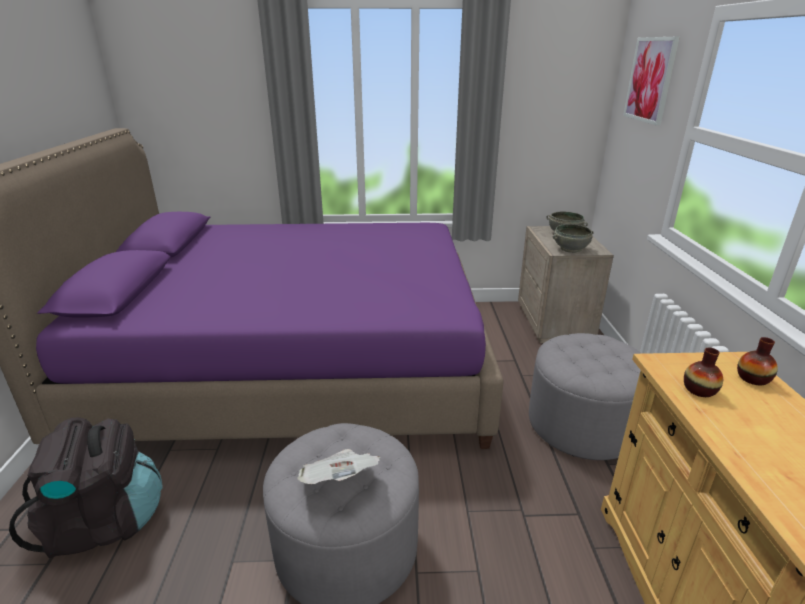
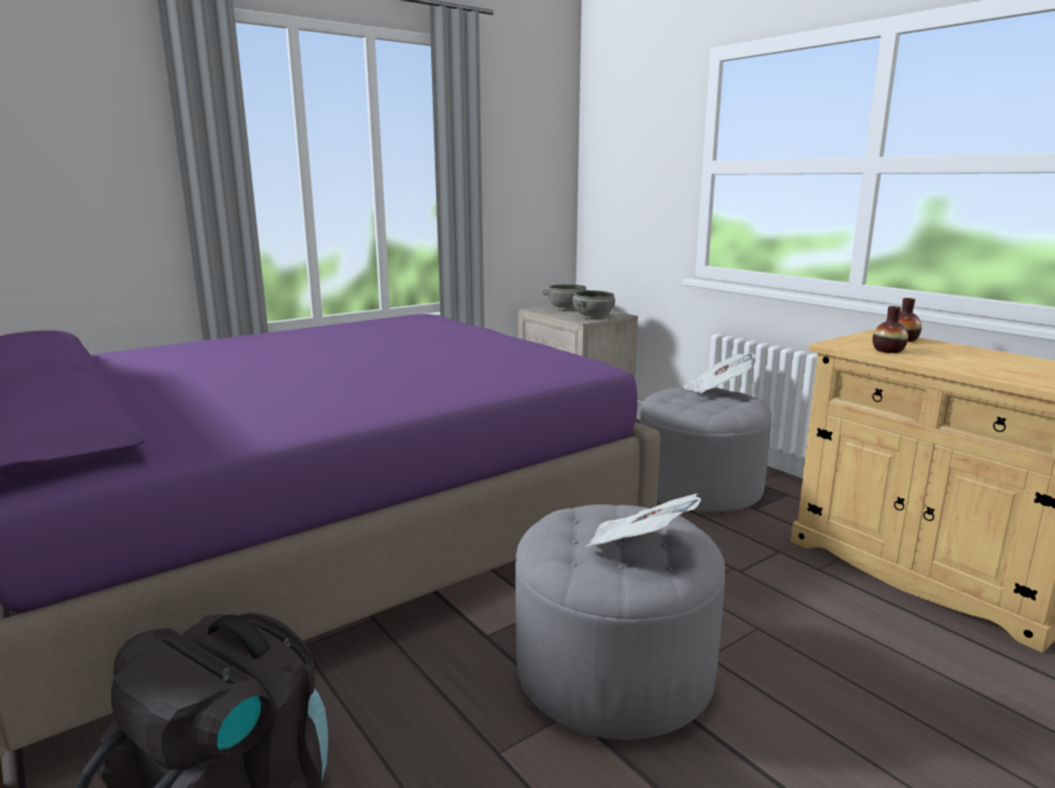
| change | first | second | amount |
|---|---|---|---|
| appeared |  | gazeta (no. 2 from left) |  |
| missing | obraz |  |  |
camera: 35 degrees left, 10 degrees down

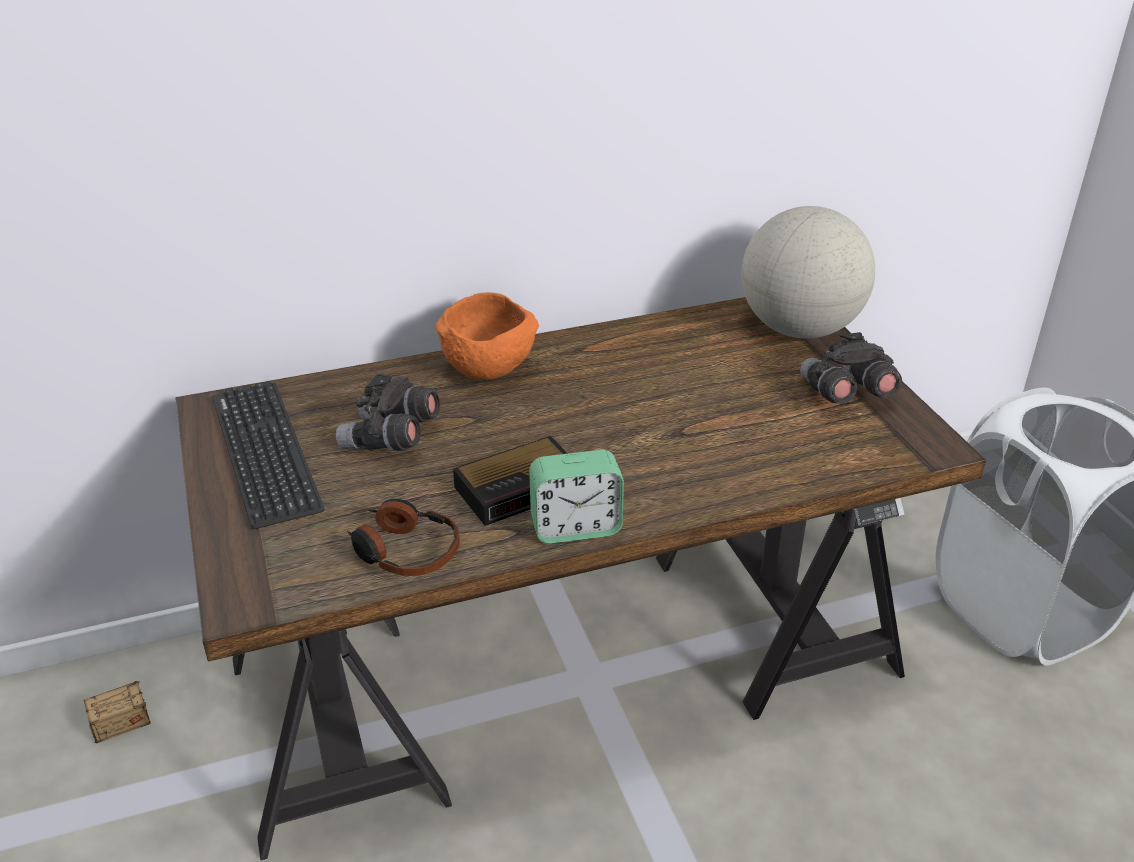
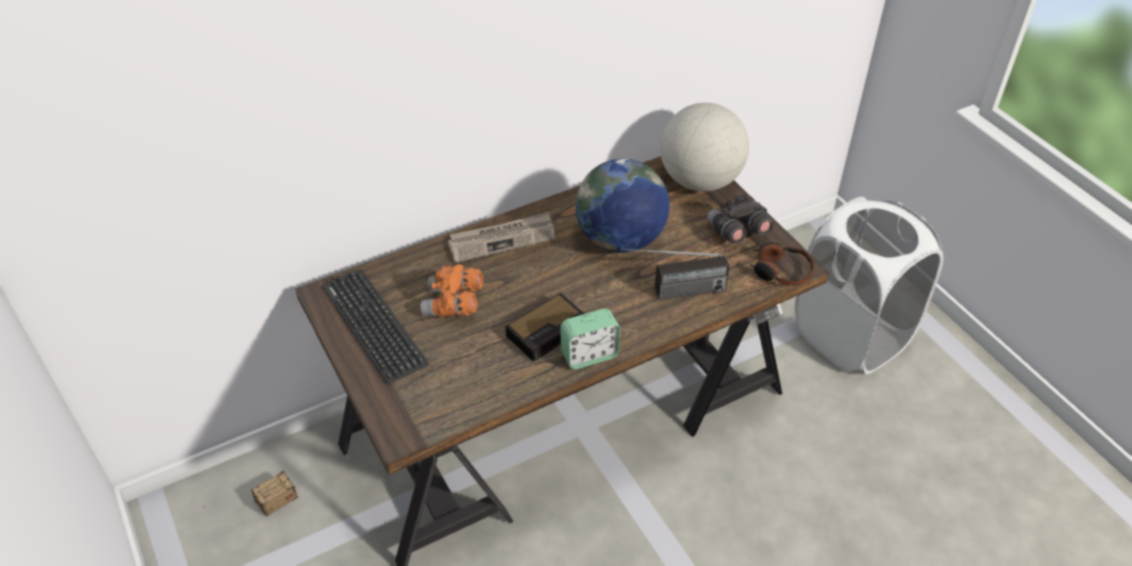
| change | first | second | amount |
|---|---|---|---|
| colour | lornetka [szary] (no. 1 from left) | lornetka [pomarańczowy] |  |
| exchanged | miska [pomarańczowy] | gazeta |  |
| appeared |  | globus (no. 1 from left) |  |
| appeared |  | radio |  |
| relocated | słuchawki |  |  |
camera: 10 degrees left, 10 degrees up

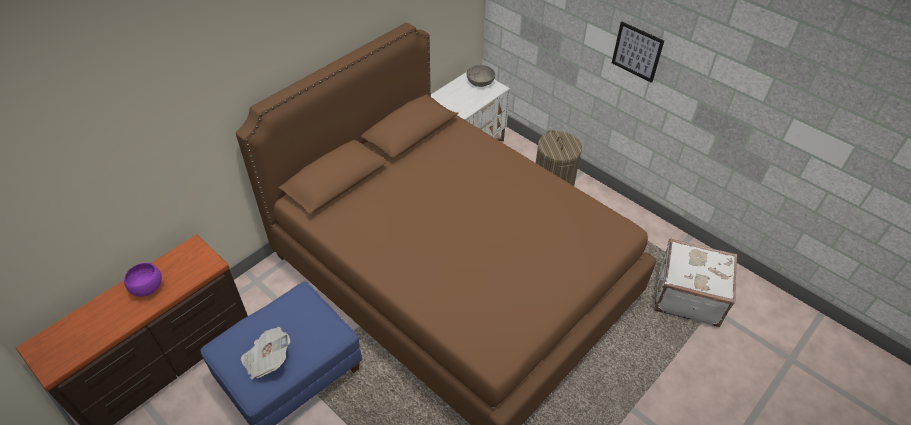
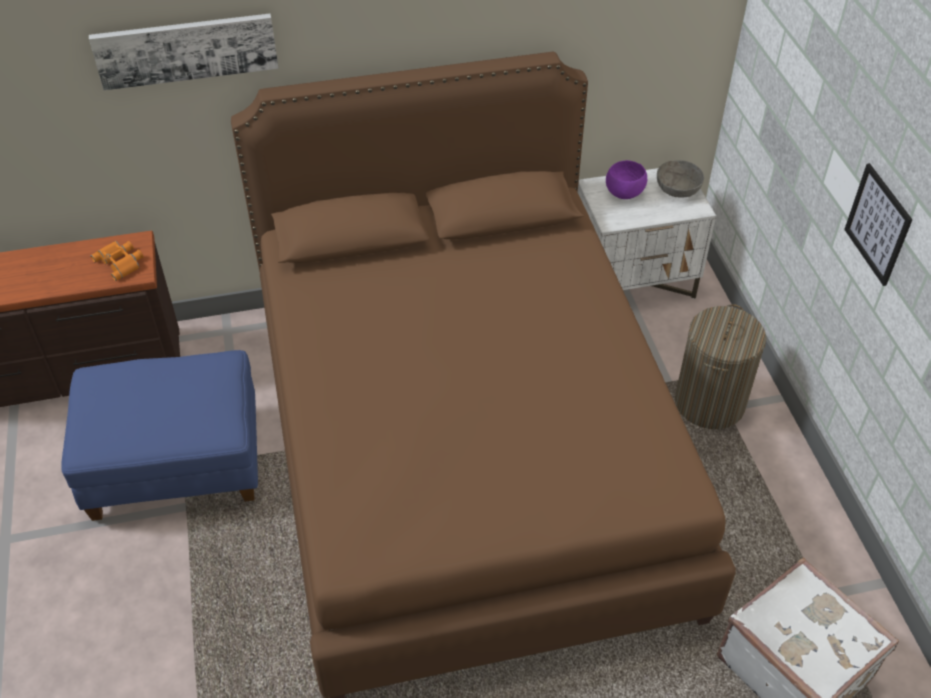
| change | first | second | amount |
|---|---|---|---|
| appeared |  | obraz (no. 1 from left) |  |
| appeared |  | lornetka [pomarańczowy] |  |
| relocated | miska [fioletowy] |  |  |
| missing | gazeta |  |  |
camera: 35 degrees right, 0 degrees up

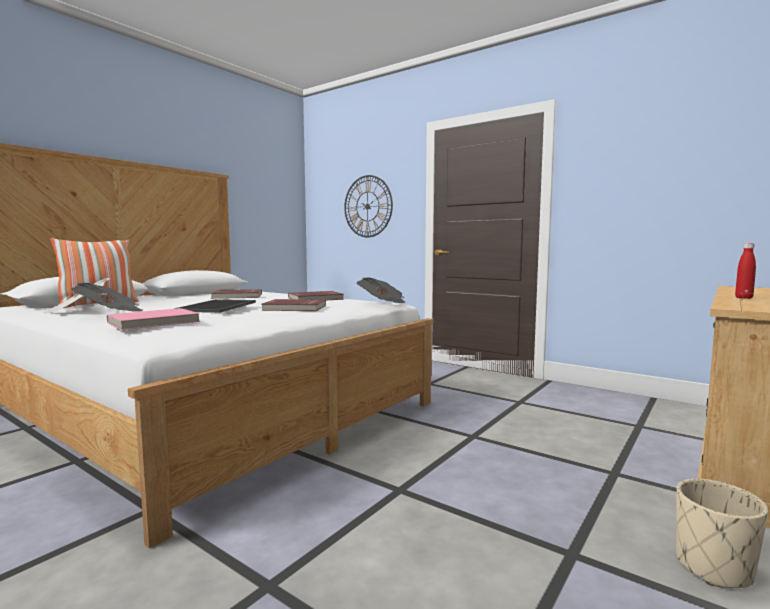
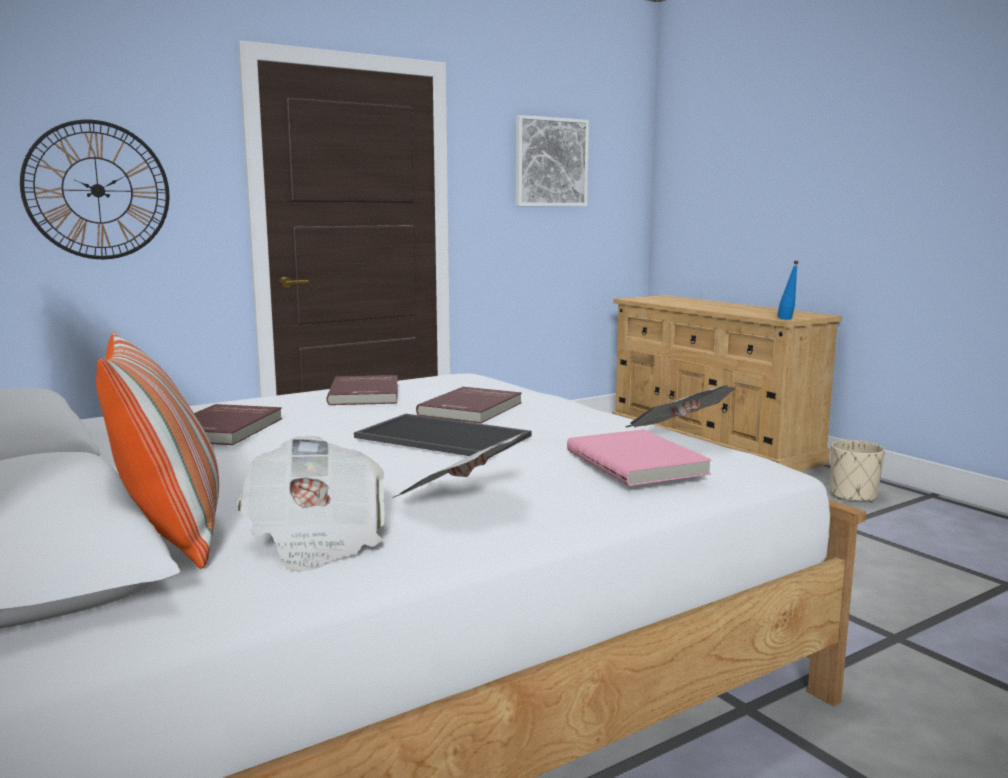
| change | first | second | amount |
|---|---|---|---|
| appeared |  | obraz |  |
| relocated | gazeta (no. 3 from left) |  |  |
| appeared |  | butelka [niebieski] |  |
| missing | butelka [czerwony] |  |  |
camera: 70 degrees left, 5 degrees up

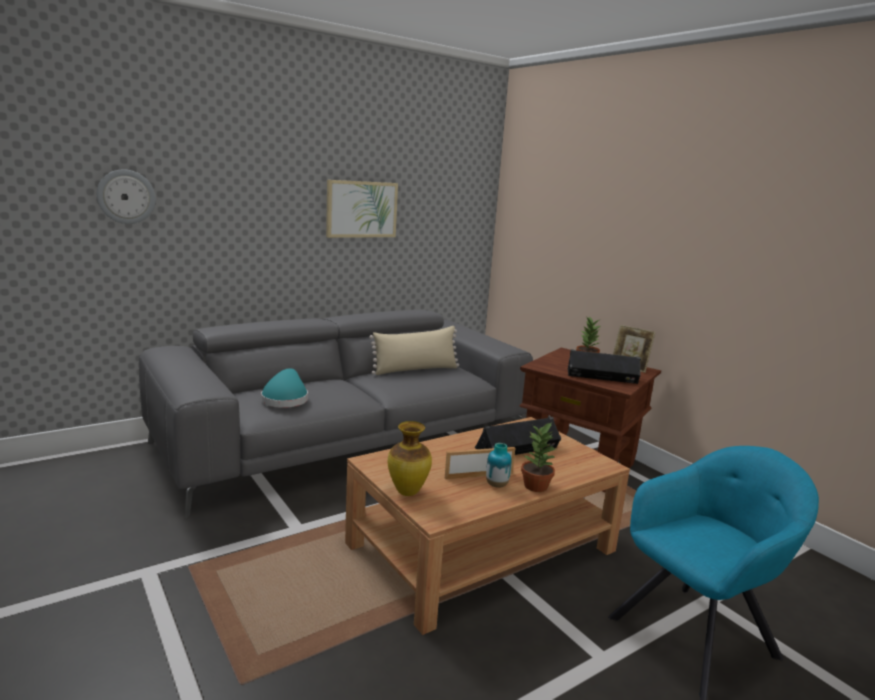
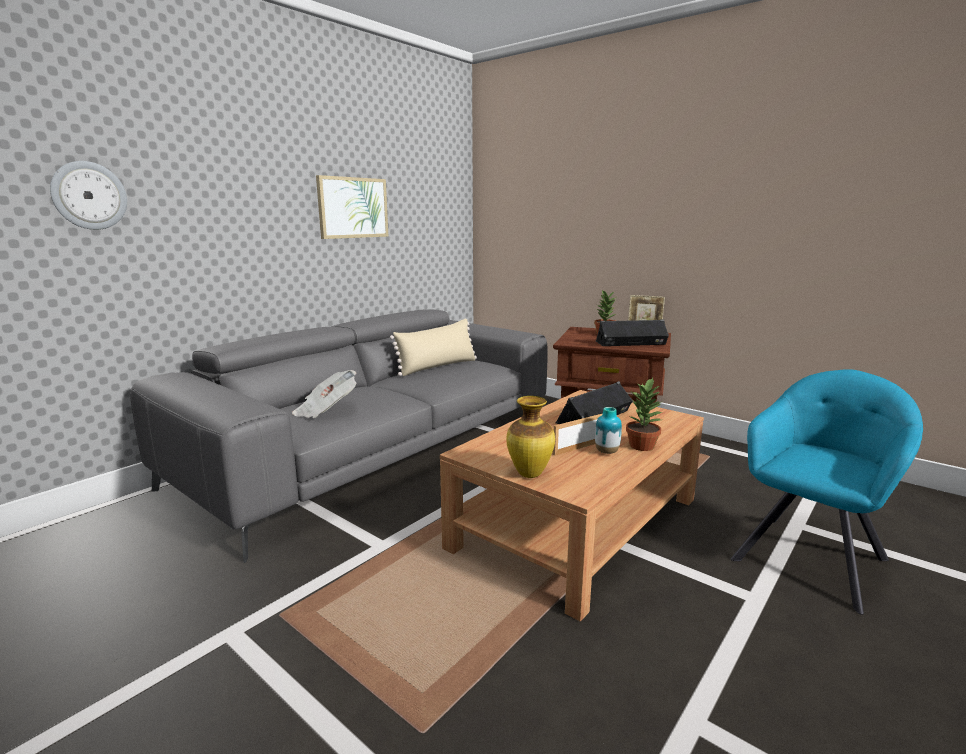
| change | first | second | amount |
|---|---|---|---|
| exchanged | kapelusz [turkusowy] | gazeta |  |
camera: 15 degrees left, 0 degrees up

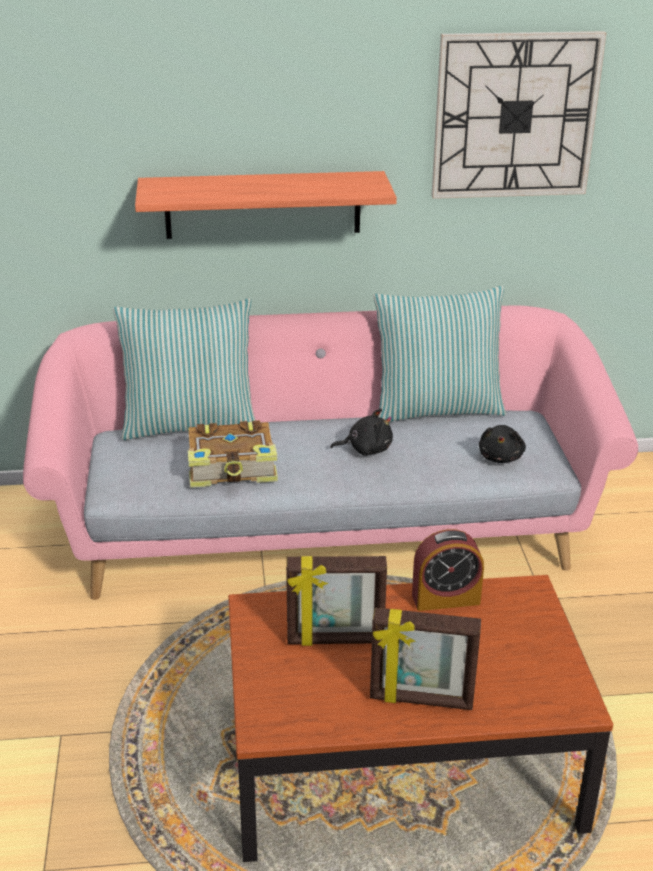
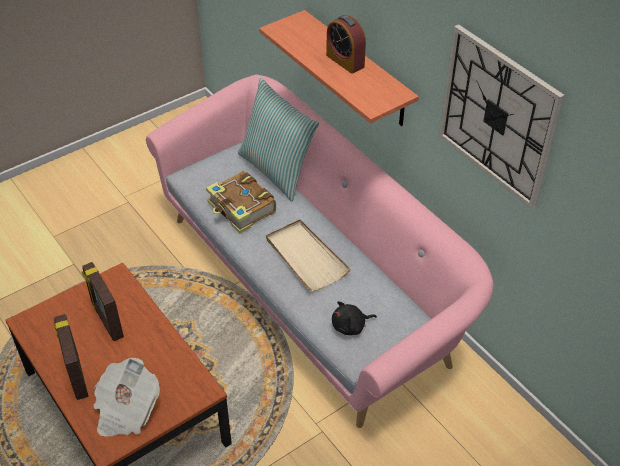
| change | first | second | amount |
|---|---|---|---|
| appeared |  | gazeta |  |
| exchanged | pluszak [czarny] (no. 1 from left) | taca [beżowy] |  |
| relocated | budzik |  |  |
| missing | poduszka (no. 2 from left) |  |  |
camera: 60 degrees right, 15 degrees up

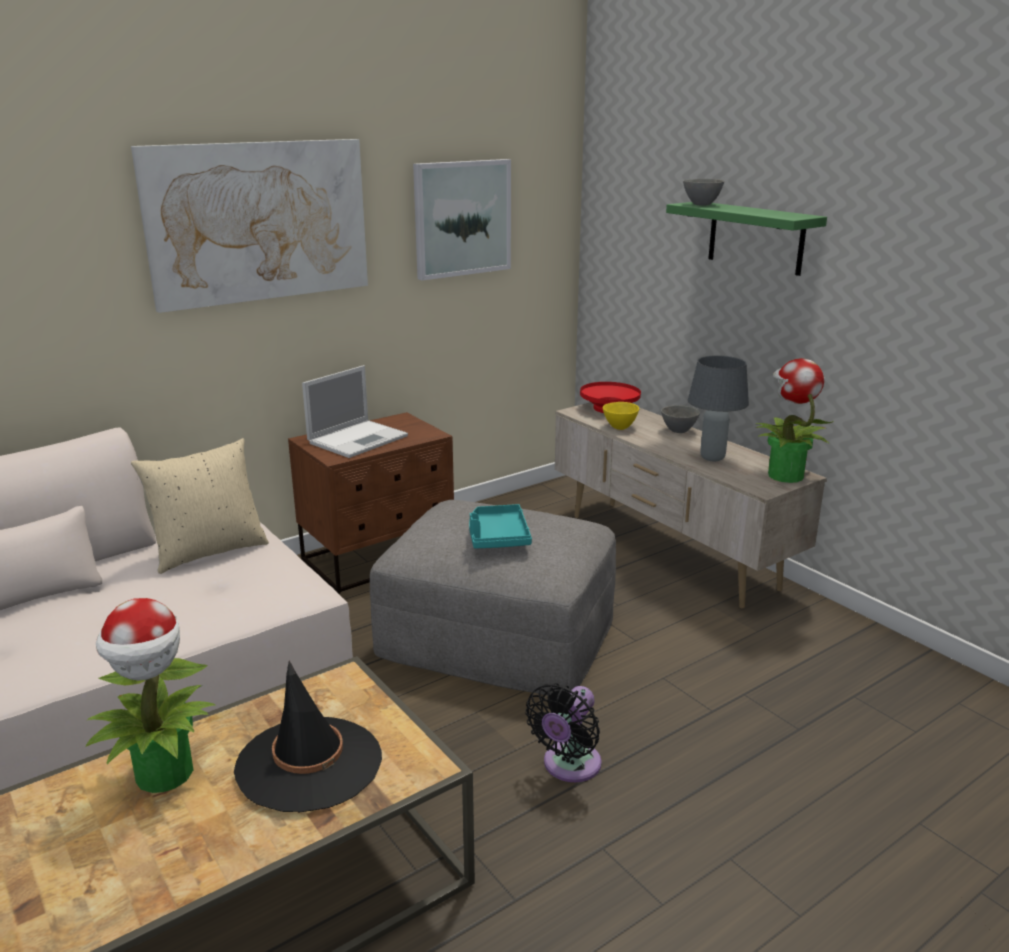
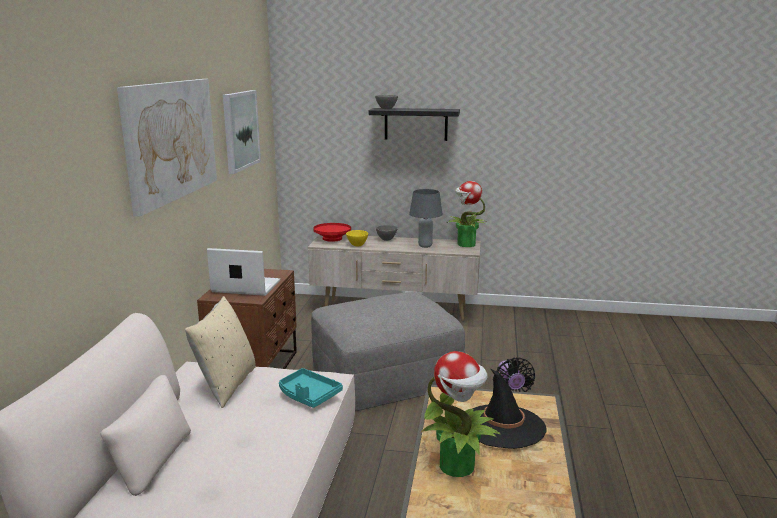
| change | first | second | amount |
|---|---|---|---|
| spun | laptop |  | 75 degrees counterclockwise |
| relocated | taca [turkusowy] |  |  |
| colour | półka [zielony] | półka [czarny] |  |
camera: 45 degrees left, 5 degrees down

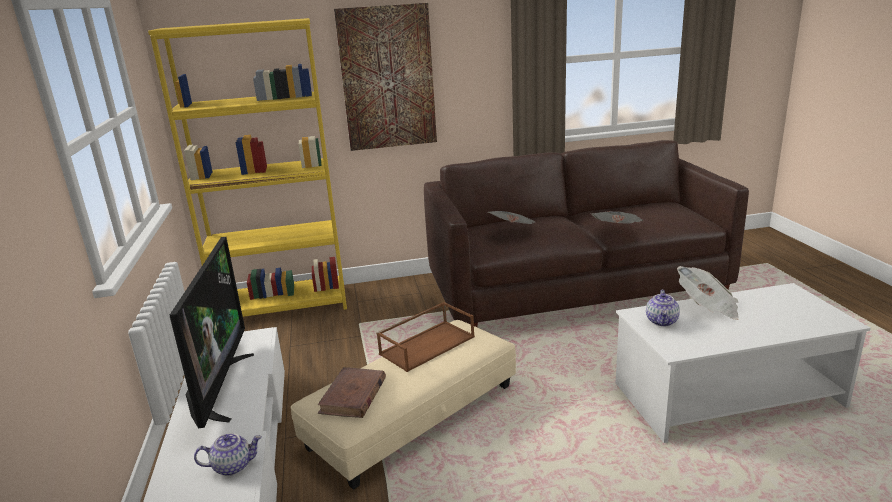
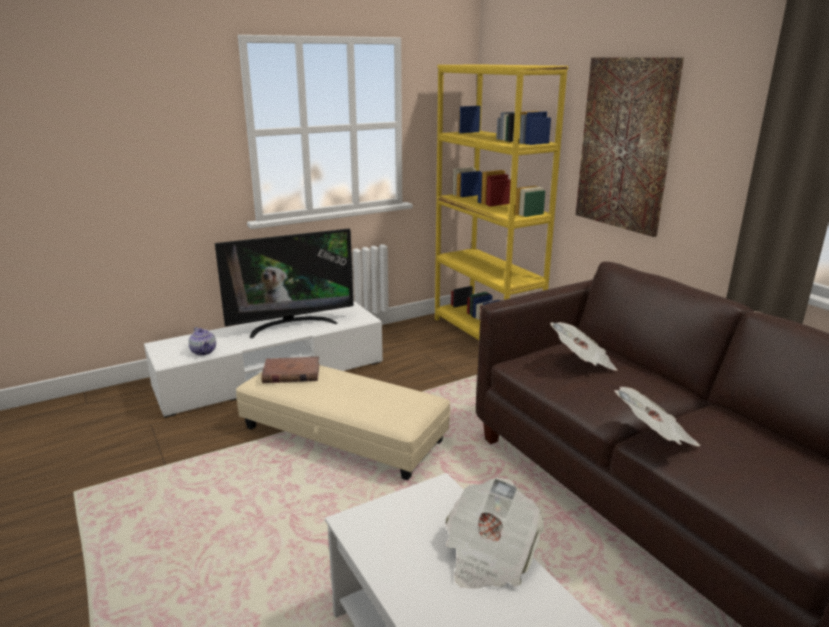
| change | first | second | amount |
|---|---|---|---|
| missing | taca [brązowy] |  |  |
| missing | imbryk (no. 2 from left) |  |  |
camera: 70 degrees right, 0 degrees up

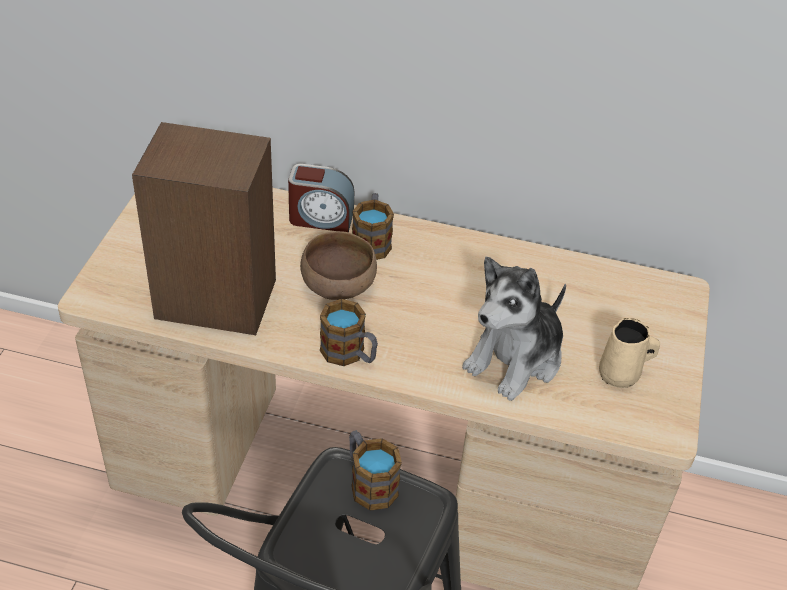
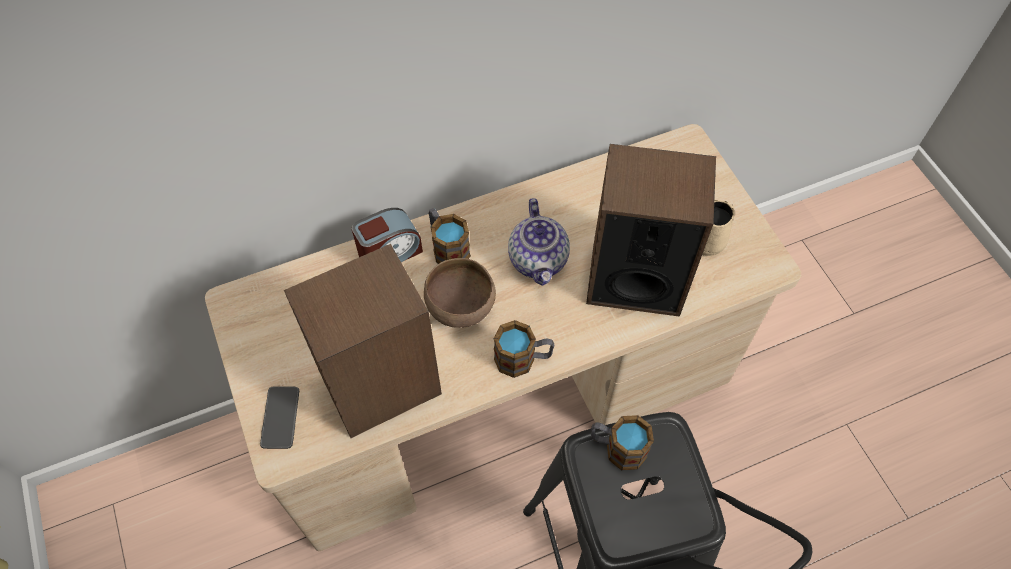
| change | first | second | amount |
|---|---|---|---|
| appeared |  | telefon |  |
| appeared |  | imbryk |  |
| exchanged | pluszak | głośnik (no. 2 from left) |  |
camera: 35 degrees left, 15 degrees up

